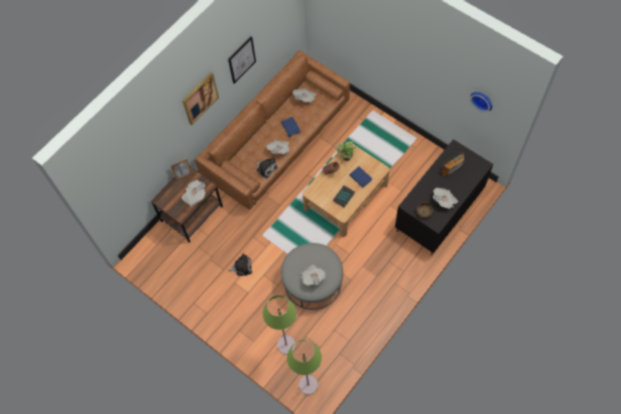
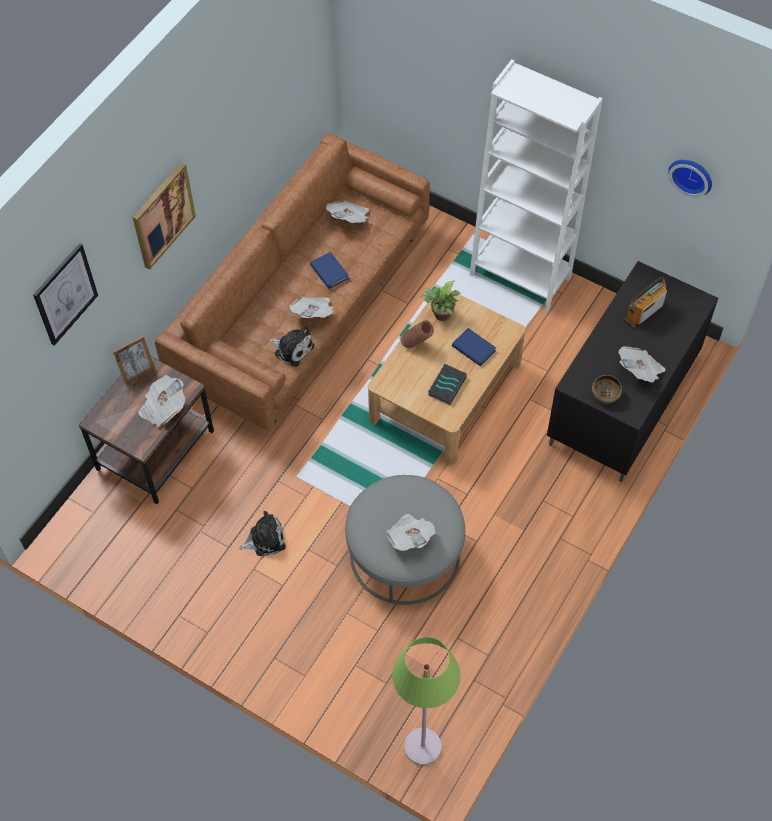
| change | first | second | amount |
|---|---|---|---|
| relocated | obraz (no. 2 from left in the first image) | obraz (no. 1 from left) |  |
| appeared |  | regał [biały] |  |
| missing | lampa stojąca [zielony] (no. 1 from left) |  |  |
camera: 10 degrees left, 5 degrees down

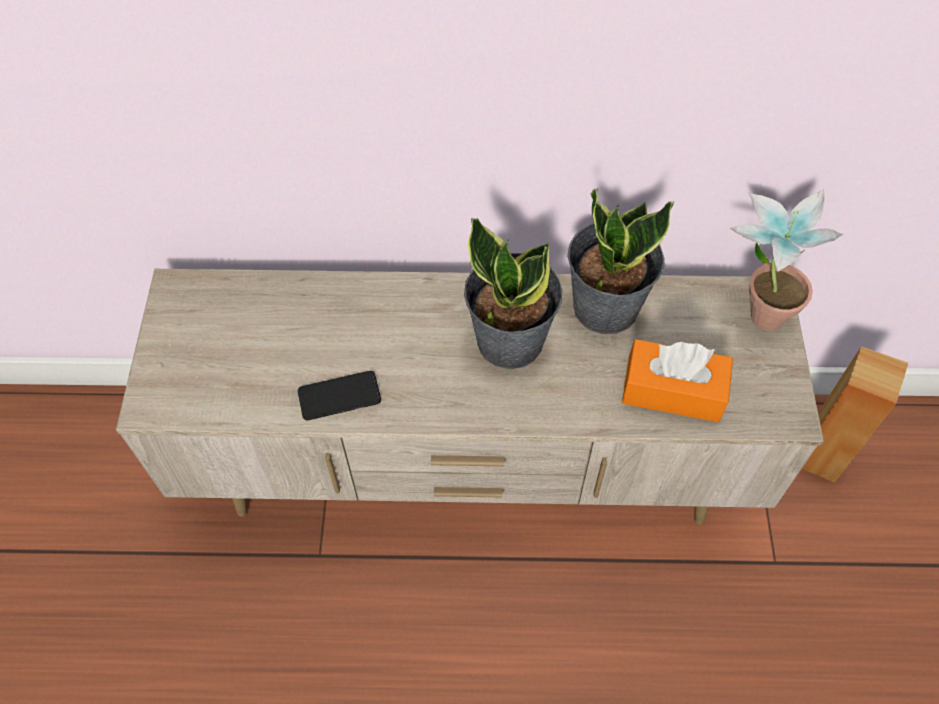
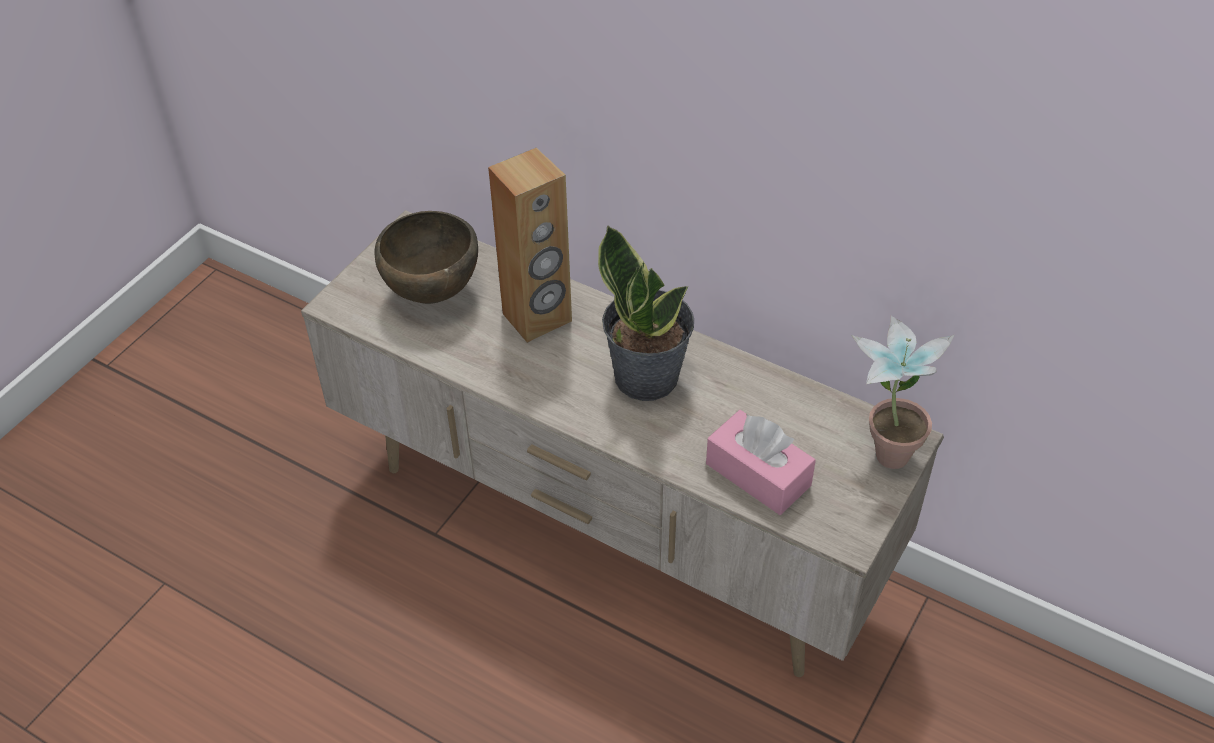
| change | first | second | amount |
|---|---|---|---|
| appeared |  | miska [brązowy] |  |
| relocated | głośnik [brązowy] |  |  |
| colour | pudełko chusteczek [pomarańczowy] | pudełko chusteczek [różowy] |  |
| missing | telefon |  |  |
| missing | roślina doniczkowa (no. 2 from left) |  |  |
camera: 30 degrees right, 10 degrees down

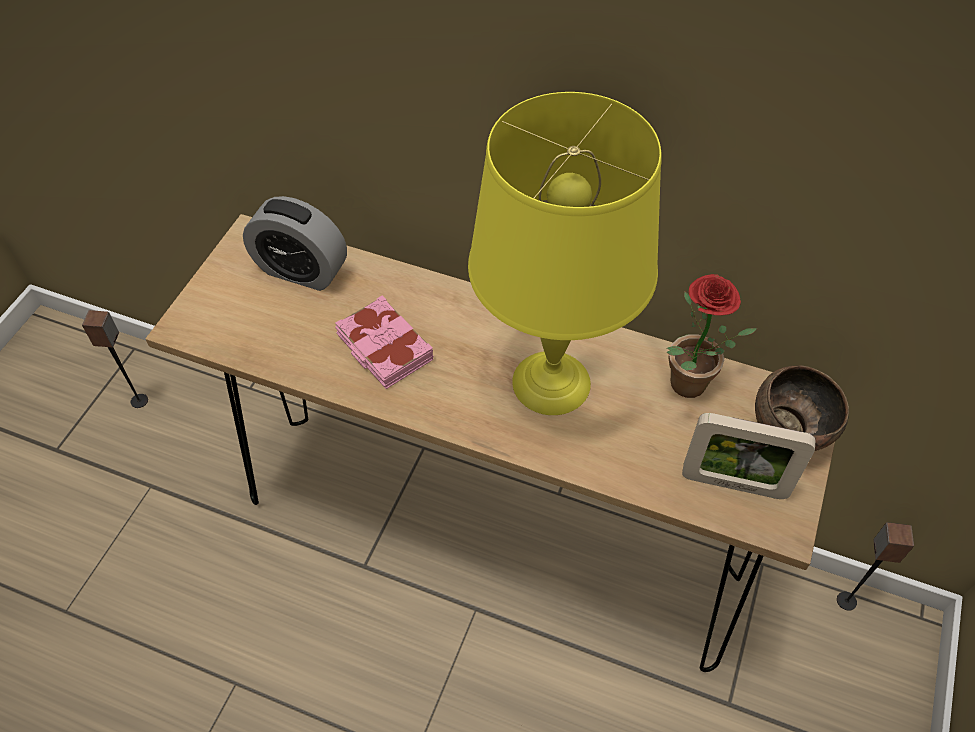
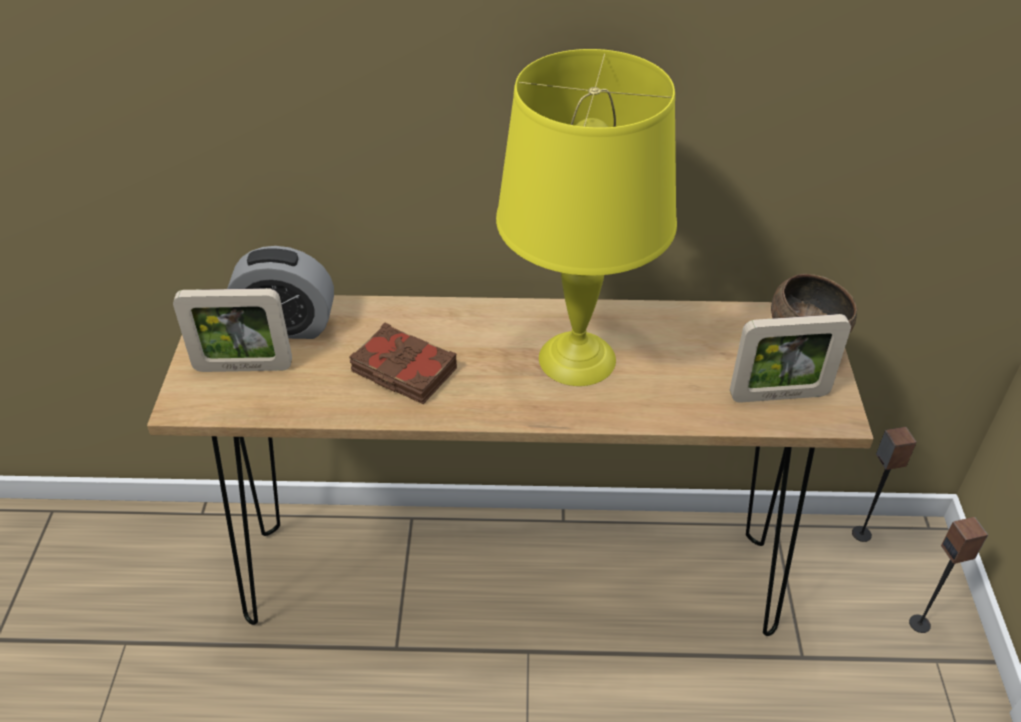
| change | first | second | amount |
|---|---|---|---|
| appeared |  | ramka na zdjęcie (no. 1 from left) |  |
| colour | książka [różowy] | książka [brązowy] |  |
| relocated | głośnik (no. 1 from left in the first image) | głośnik (no. 2 from left) |  |
| missing | roślina doniczkowa |  |  |
camera: 20 degrees left, 10 degrees down

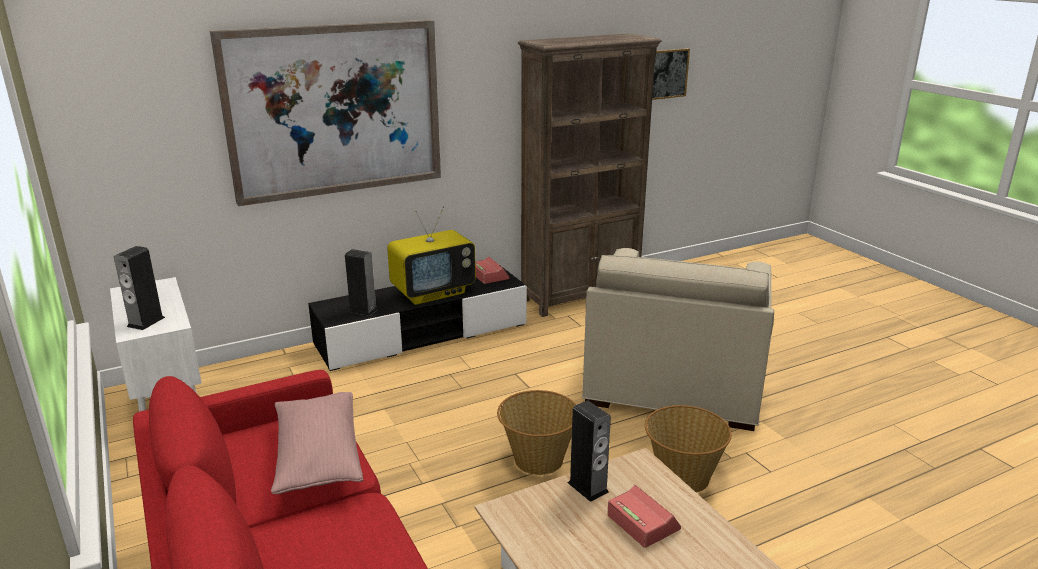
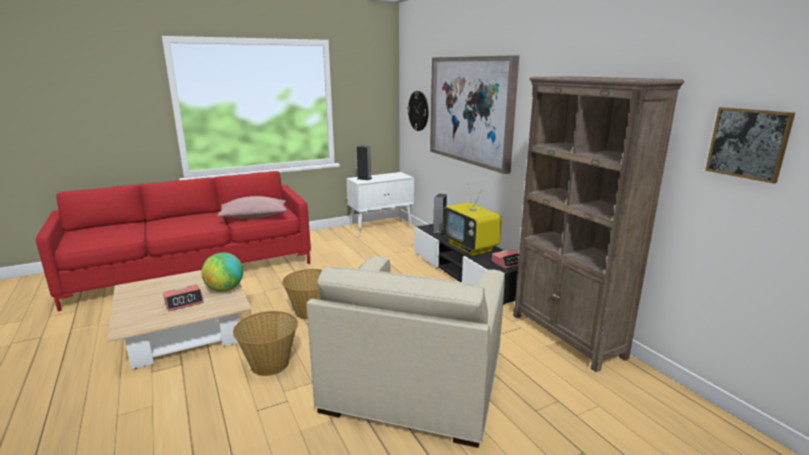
| change | first | second | amount |
|---|---|---|---|
| exchanged | głośnik (no. 3 from left) | globus |  |
| spun | fotel [beżowy] |  | 90 degrees counterclockwise |
| appeared |  | zegar ścienny |  |
camera: 90 degrees right, 5 degrees down

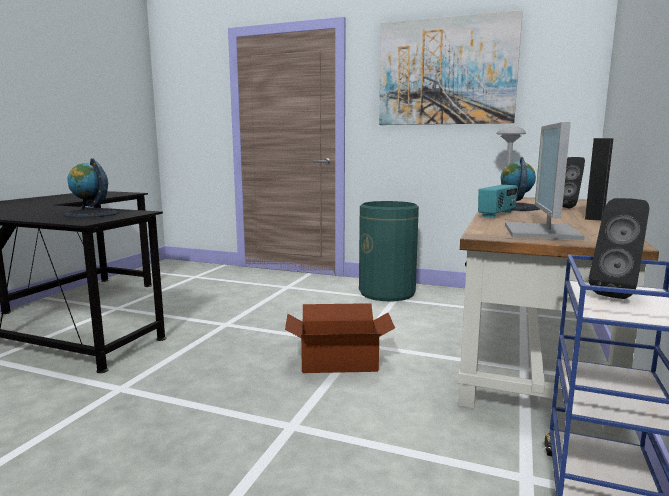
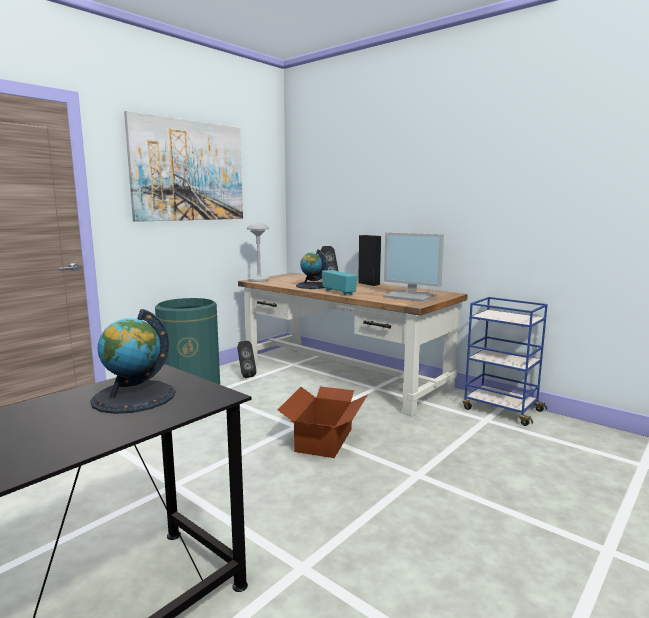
| change | first | second | amount |
|---|---|---|---|
| relocated | głośnik [czarny] (no. 3 from left in the first image) | głośnik [czarny] (no. 1 from left) |  |
camera: 70 degrees left, 0 degrees up

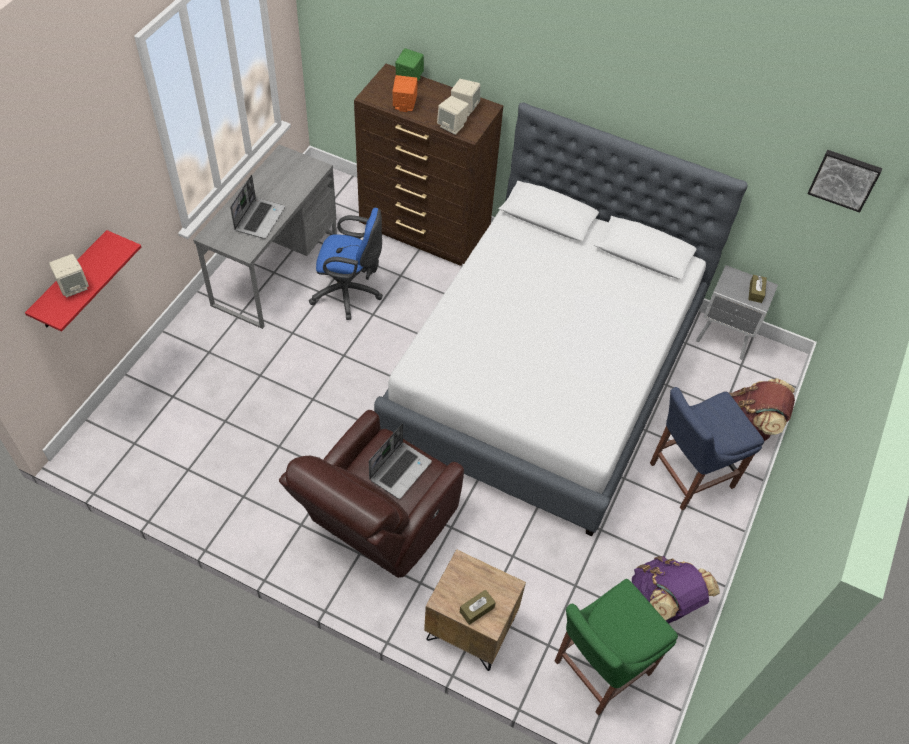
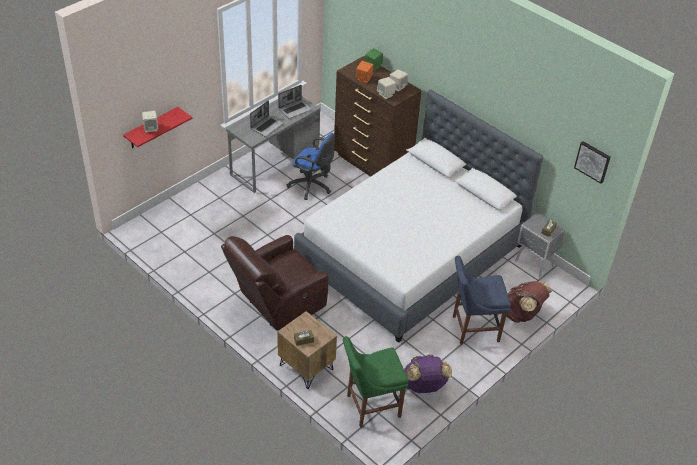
| change | first | second | amount |
|---|---|---|---|
| relocated | laptop (no. 2 from left) |  |  |
camera: 20 degrees right, 10 degrees down

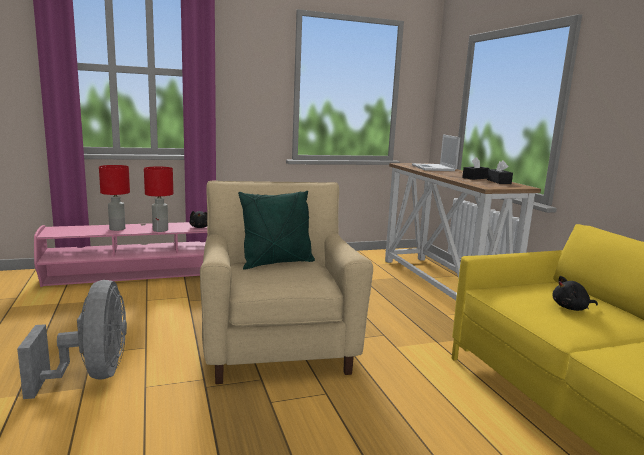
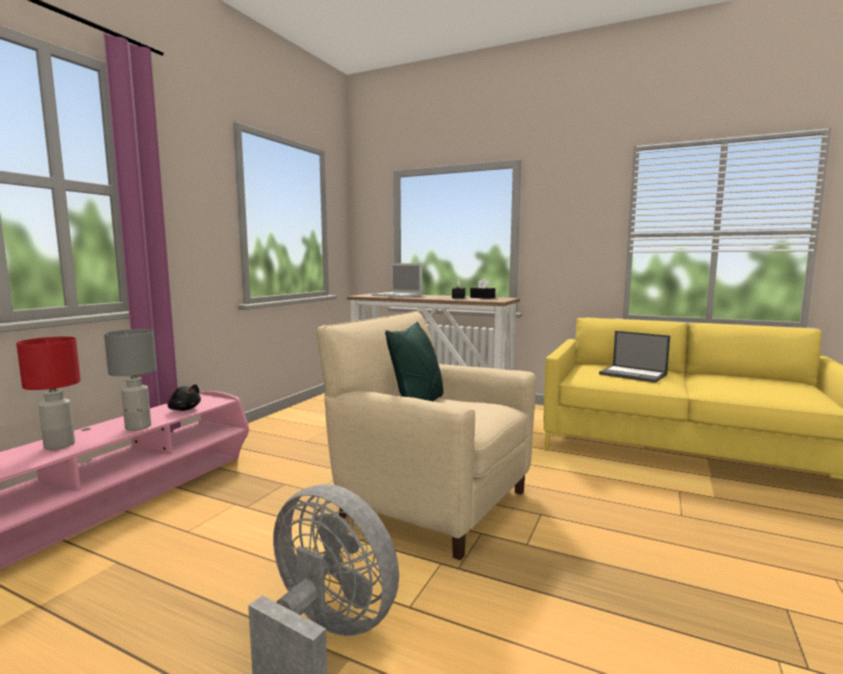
| change | first | second | amount |
|---|---|---|---|
| colour | lampa stołowa [czerwony] (no. 2 from left) | lampa stołowa [szary] |  |
| exchanged | pluszak [czarny] (no. 2 from left) | laptop (no. 2 from left) |  |
camera: 45 degrees left, 5 degrees down

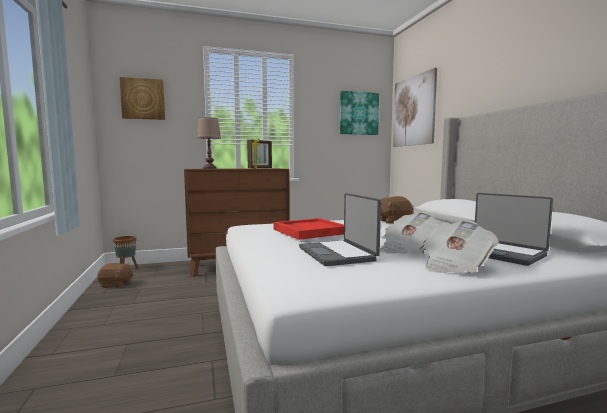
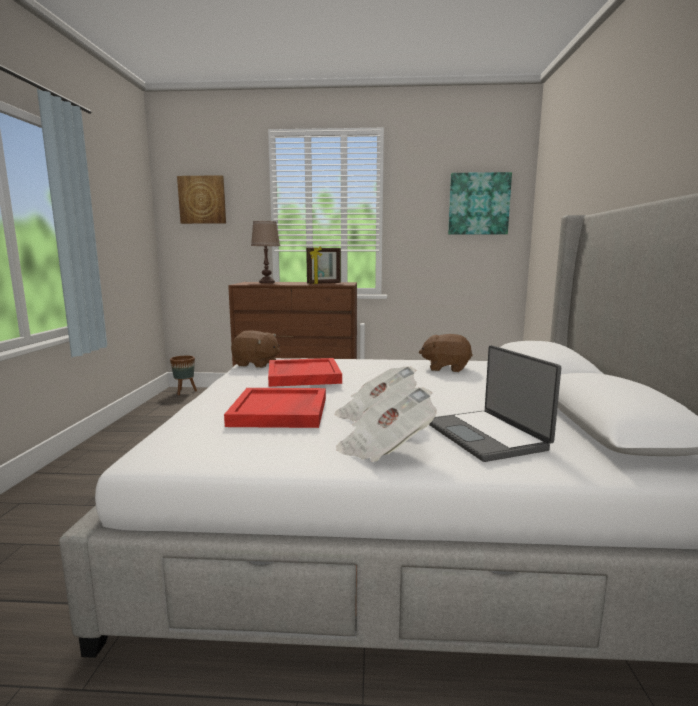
| change | first | second | amount |
|---|---|---|---|
| exchanged | laptop (no. 1 from left) | taca [czerwony] (no. 1 from left) |  |
| relocated | pluszak [brązowy] (no. 1 from left) |  |  |
| missing | obraz (no. 3 from left) |  |  |
camera: 20 degrees right, 5 degrees up

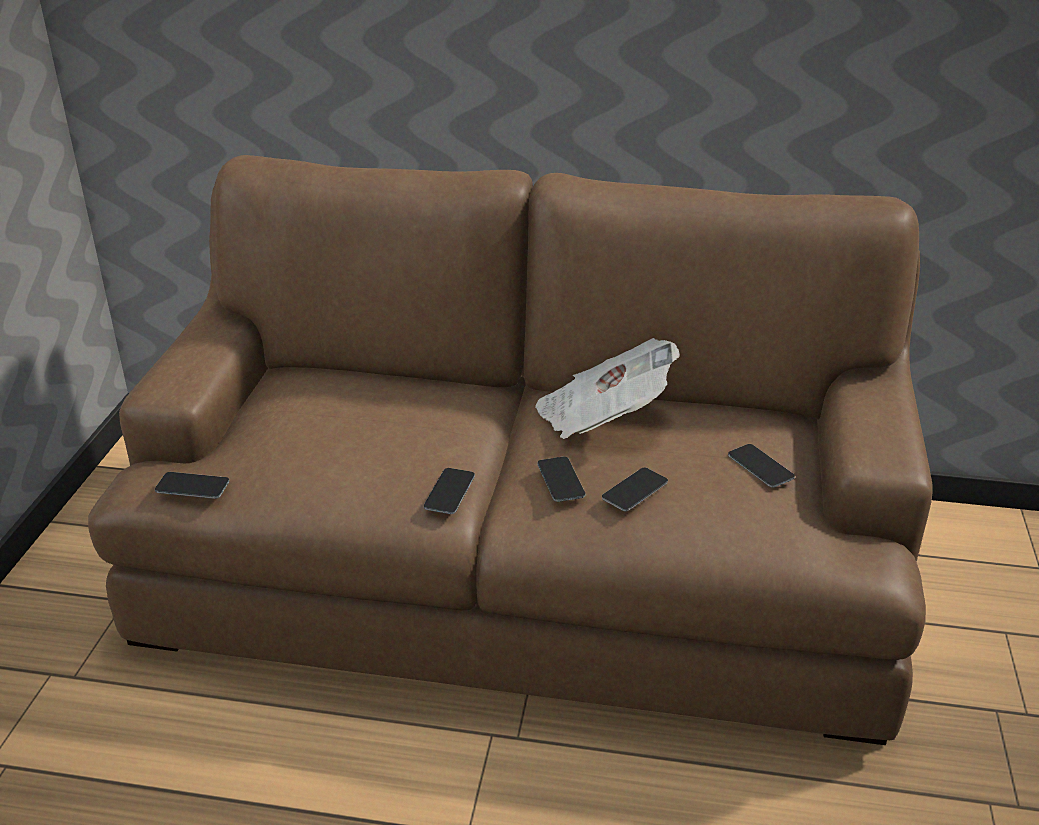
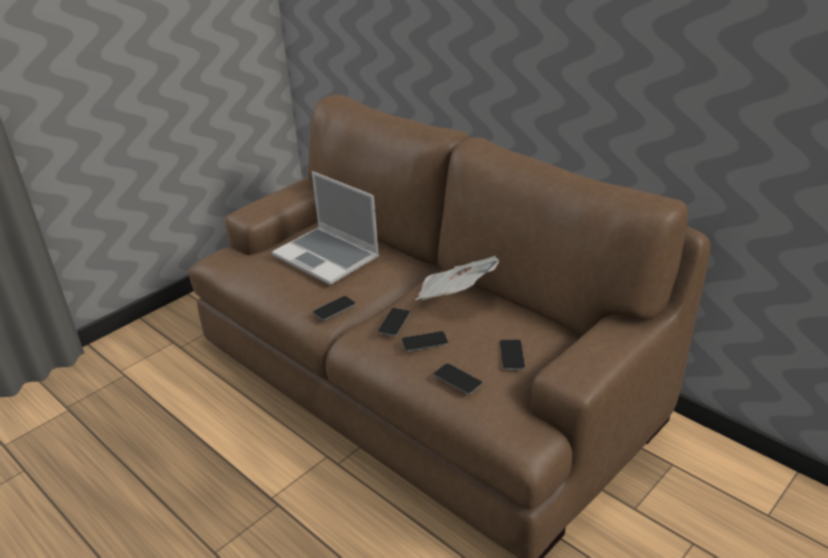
| change | first | second | amount |
|---|---|---|---|
| appeared |  | laptop |  |
| relocated | telefon (no. 1 from left in the first image) | telefon (no. 4 from left) |  |
camera: 35 degrees right, 0 degrees up

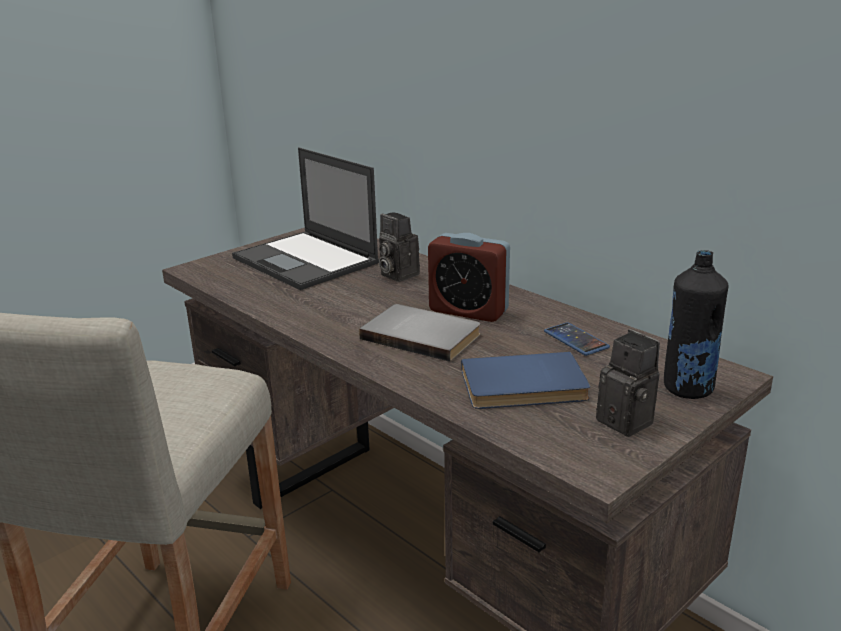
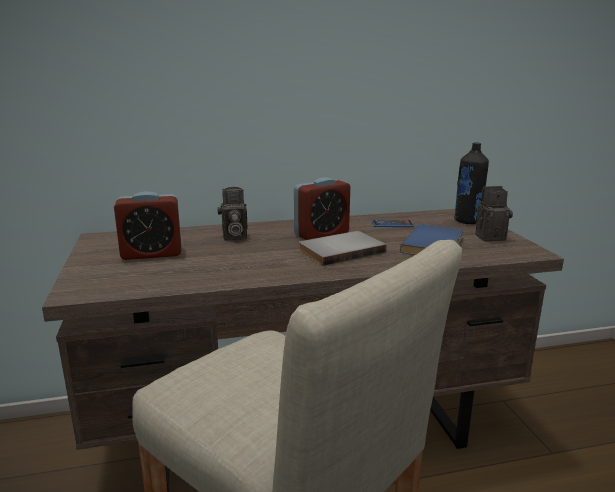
| change | first | second | amount |
|---|---|---|---|
| exchanged | laptop | budzik (no. 1 from left) |  |
camera: 60 degrees left, 5 degrees down

